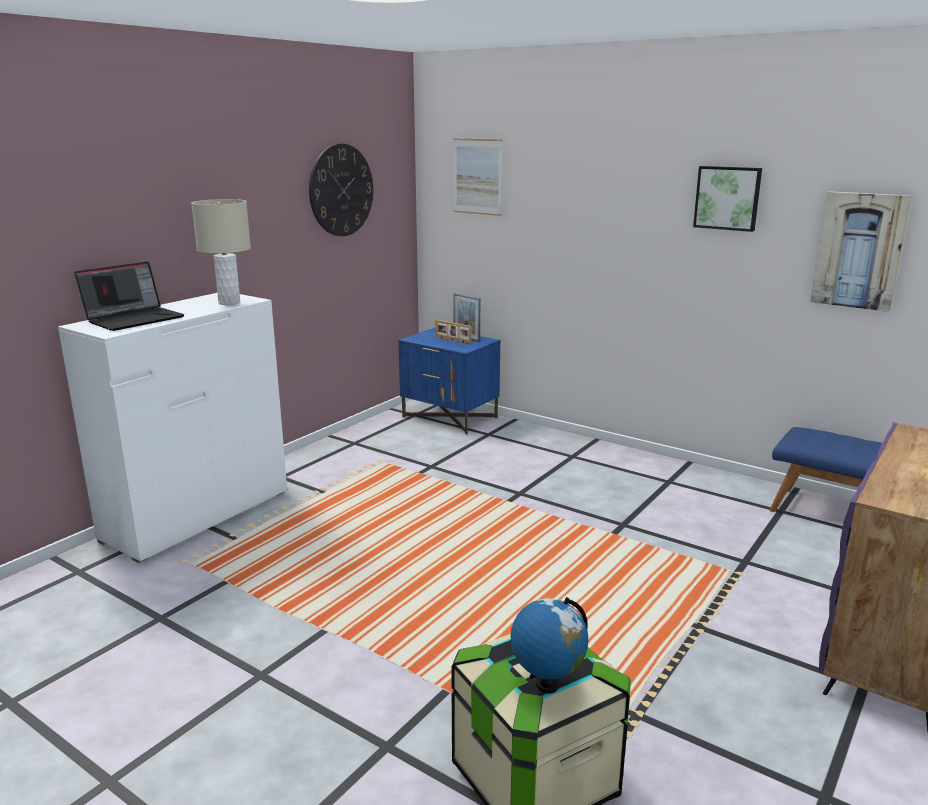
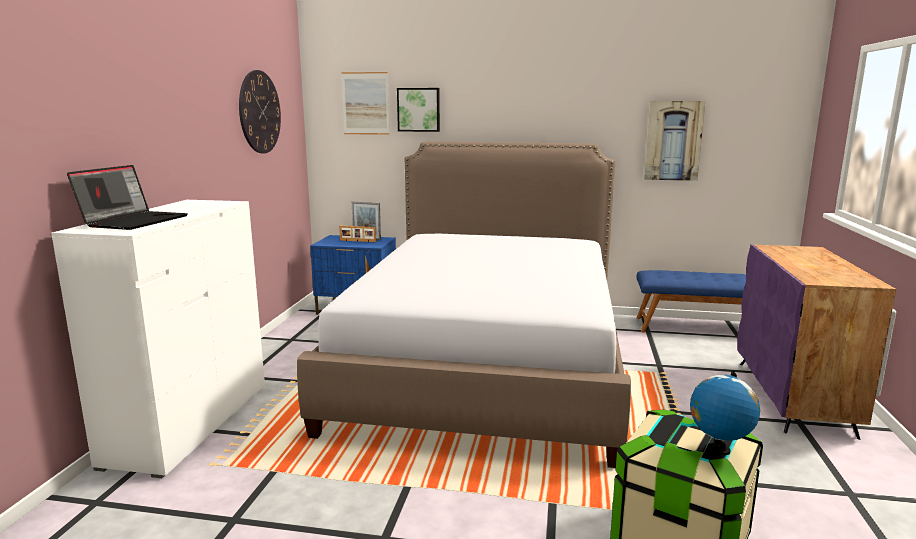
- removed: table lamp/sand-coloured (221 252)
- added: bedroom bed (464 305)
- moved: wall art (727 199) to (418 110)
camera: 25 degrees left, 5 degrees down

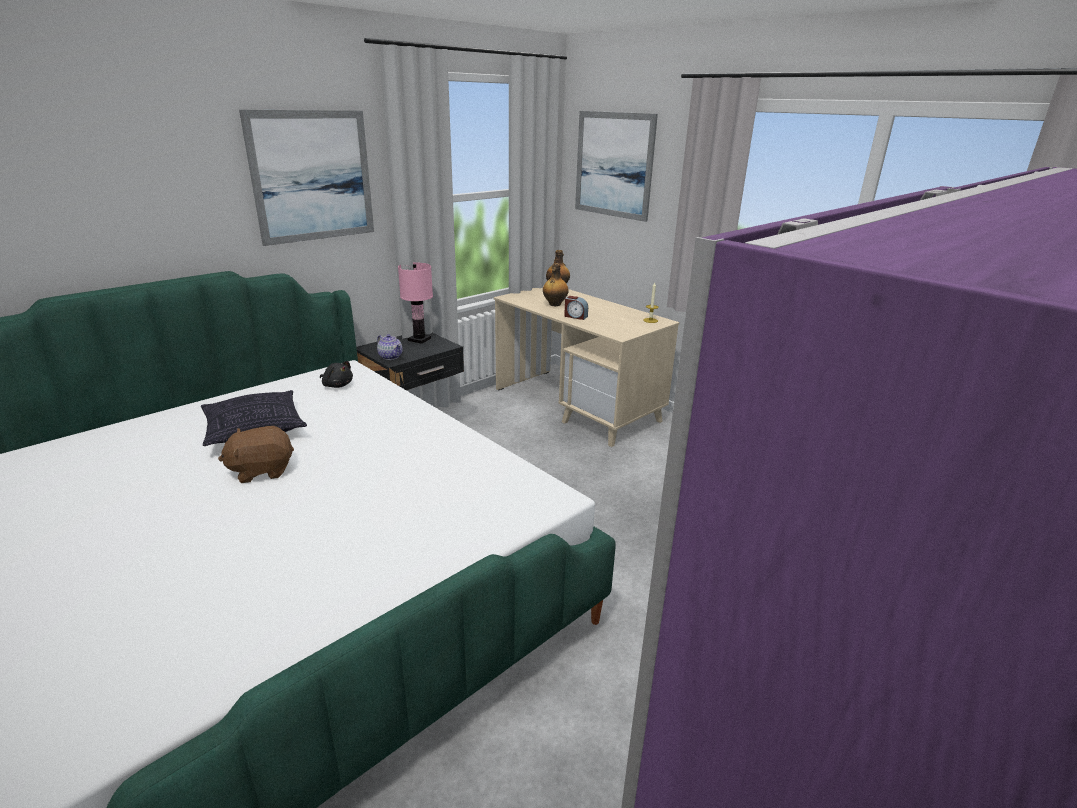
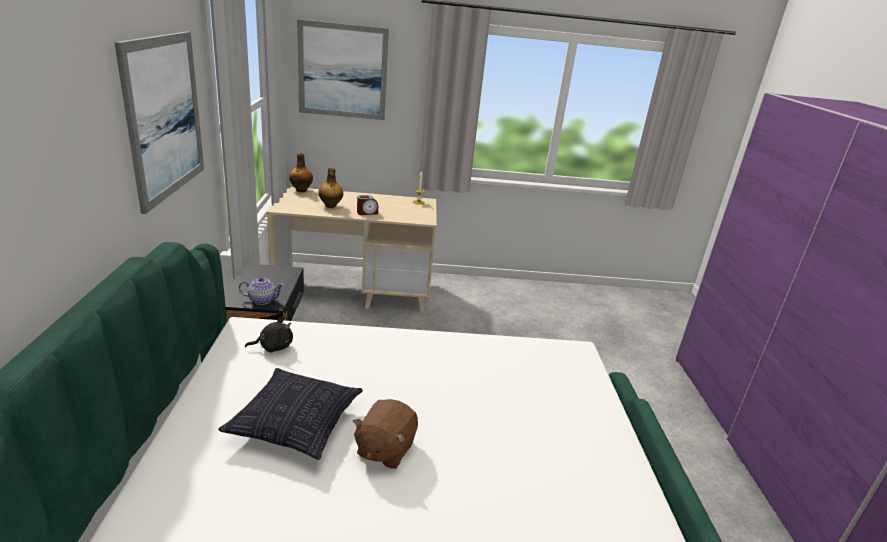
- removed: table lamp/pink (415 303)
camera: 50 degrees left, 0 degrees up

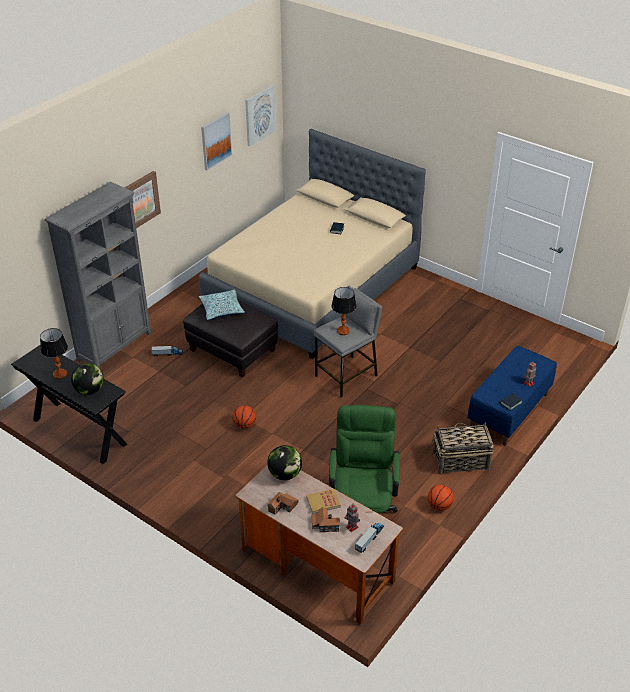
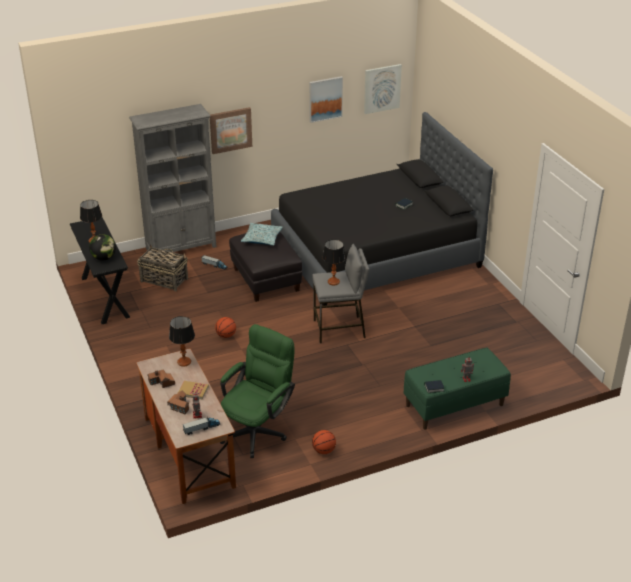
- moved: storage basket (463 448) to (162 267)
- replaced: world globe (284 462) to table lamp (182 341)
- recoloured: bedroom bed/sand-coloured (312 244) to bedroom bed/black-coloured (382 209)
- recoloured: indoor bench/bluish (512 396) to indoor bench/greenish (457 389)
camera: 30 degrees right, 5 degrees down

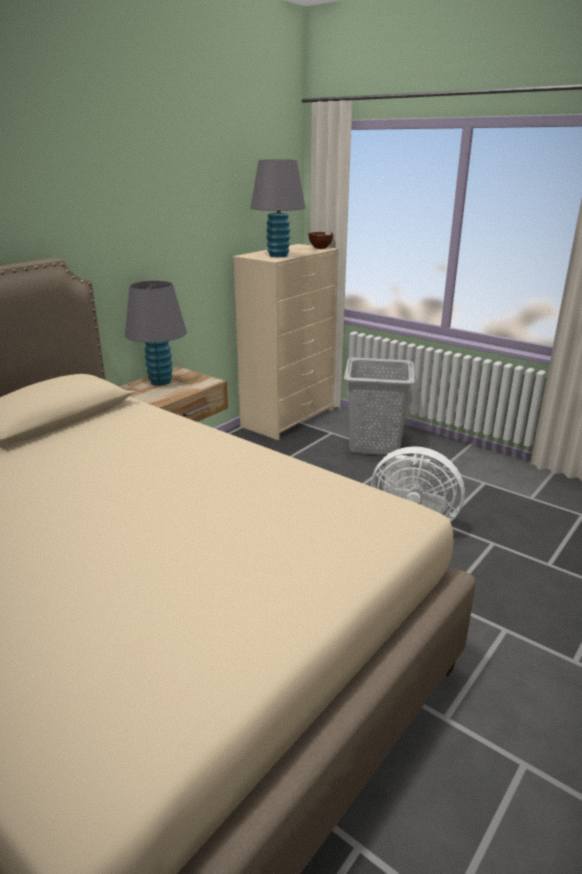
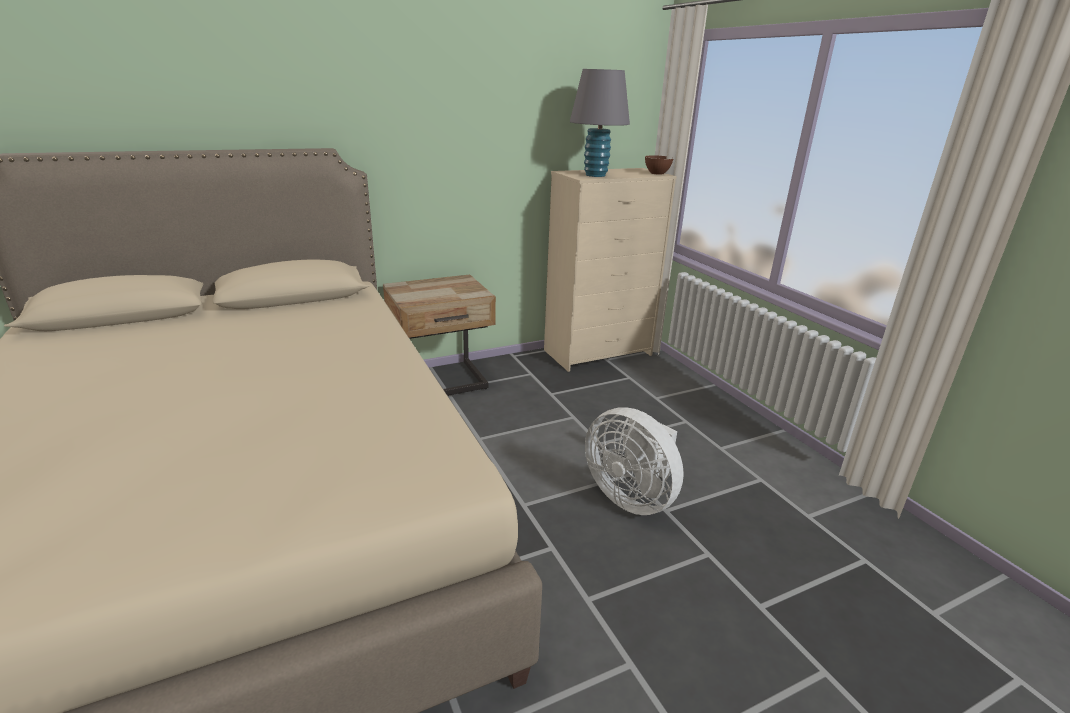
- removed: table lamp/greyish (156 332)
- removed: hamper/greyish (379 406)
camera: 25 degrees right, 0 degrees up

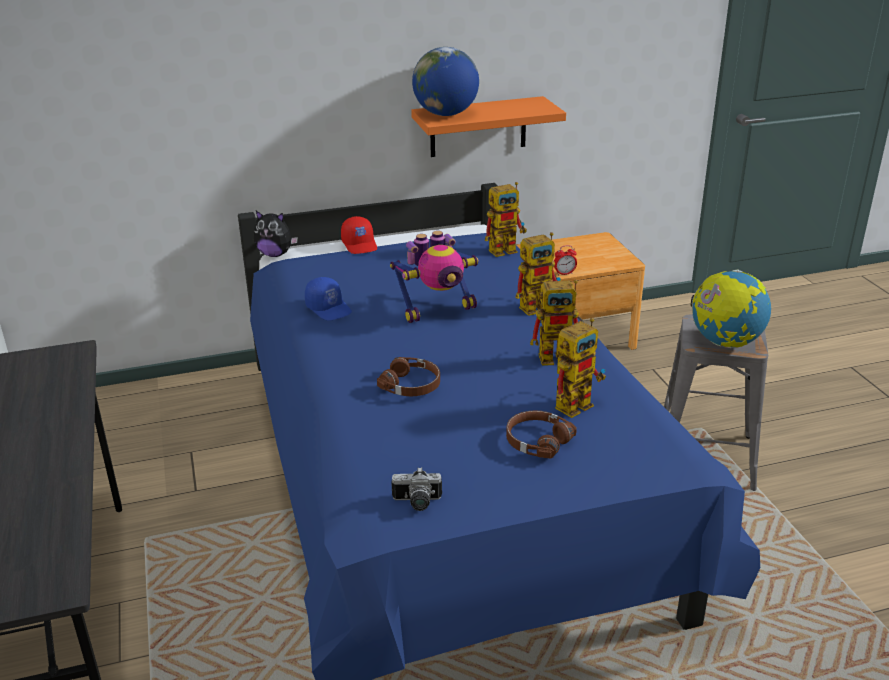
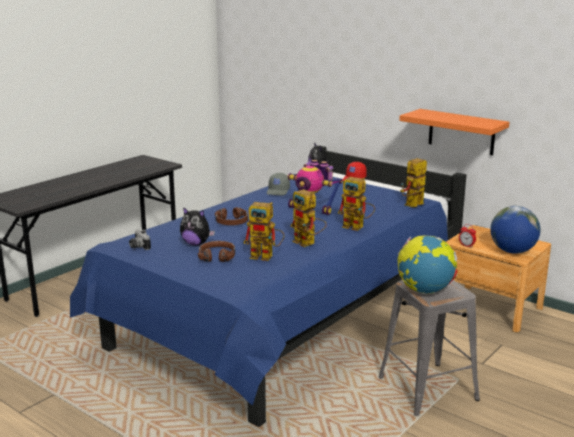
- added: plush toy (197 226)
- moved: world globe (445 81) to (515 230)
- recoloured: baseball cap/bluish (328 299) to baseball cap/greyish (278 184)
- turned: robot figure (506 219) = (413 182) 105 degrees clockwise
camera: 55 degrees right, 10 degrees down

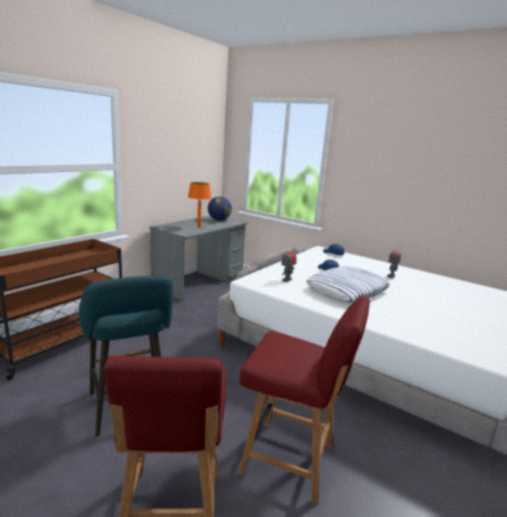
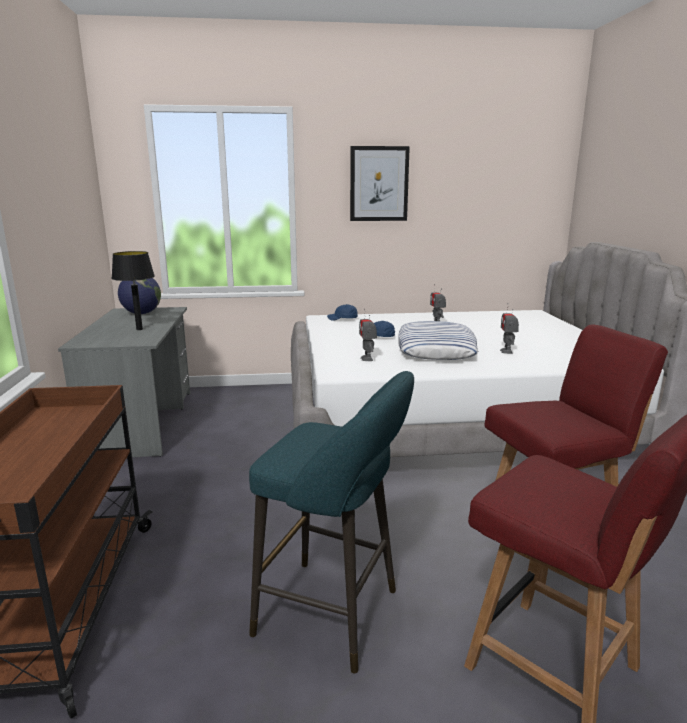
- added: wall art (380 183)
- added: robot figure (509 328)
- recoloured: table lamp/orange (199 205) to table lamp/black-coloured (133 290)
camera: 40 degrees left, 0 degrees up

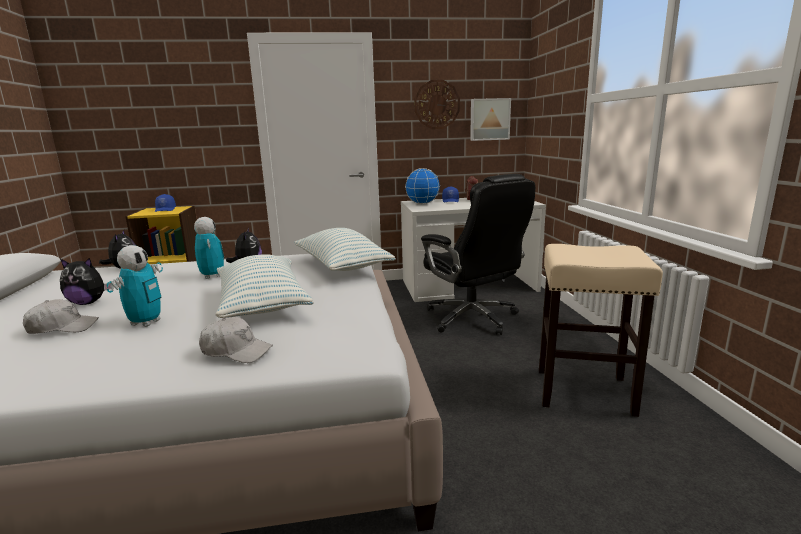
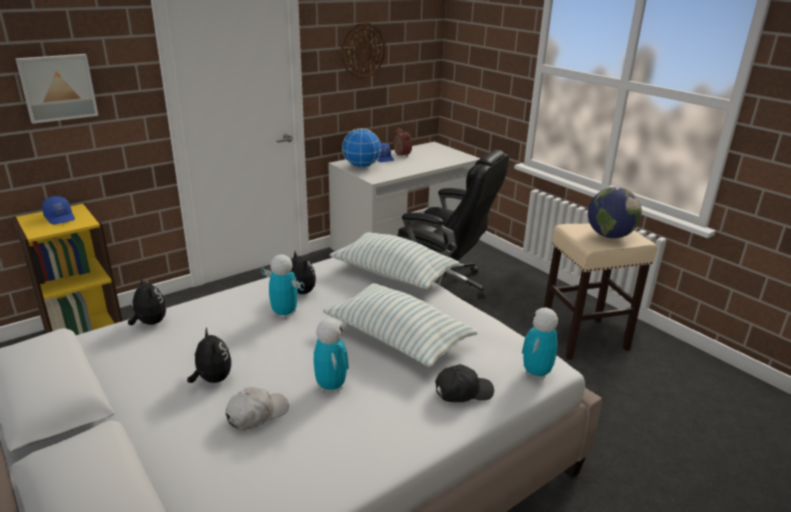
- added: robot figure (540 344)
- added: world globe (615 212)
- moved: wall art (490 119) to (57 89)
- recoloured: baseball cap/white (236 340) to baseball cap/black-coloured (464 383)
- turned: plush toy (86 281) = (209 355) 90 degrees counterclockwise
camera: 30 degrees left, 10 degrees up

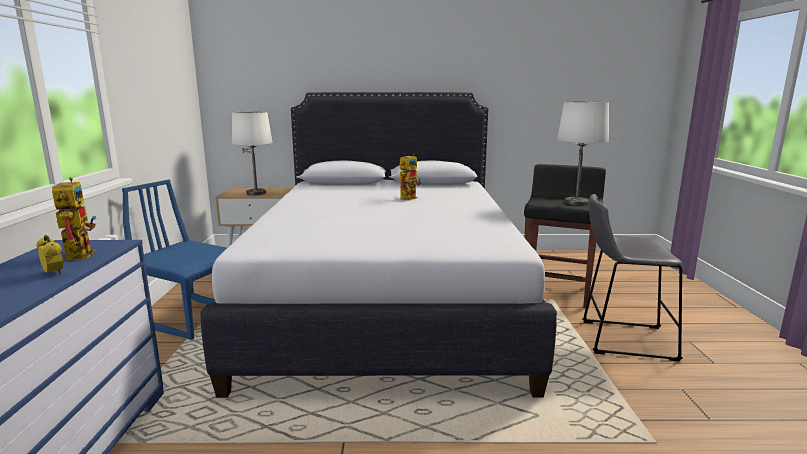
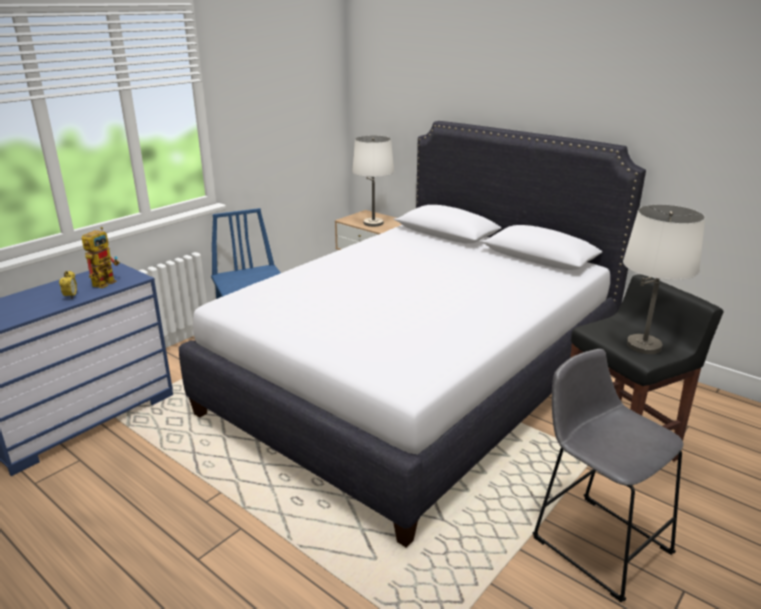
- removed: robot figure (411 177)
camera: 40 degrees right, 10 degrees up

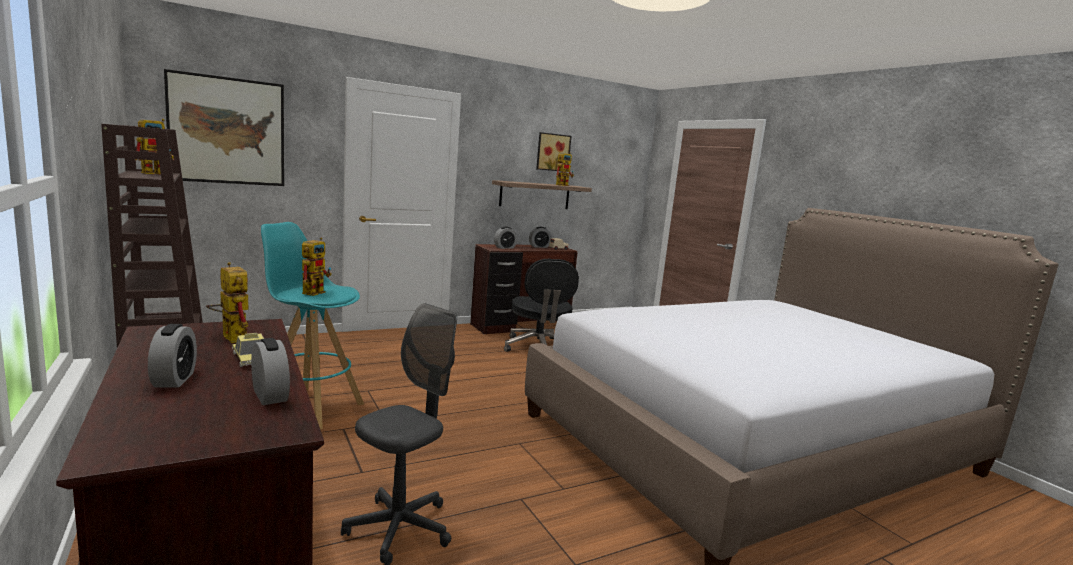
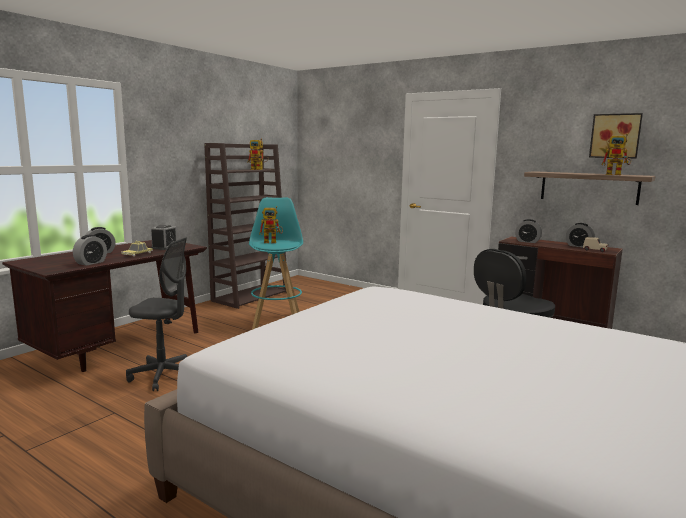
- removed: wall art (224 127)
- replaced: robot figure (227 302) to table clock (164 237)
camera: 65 degrees right, 0 degrees up

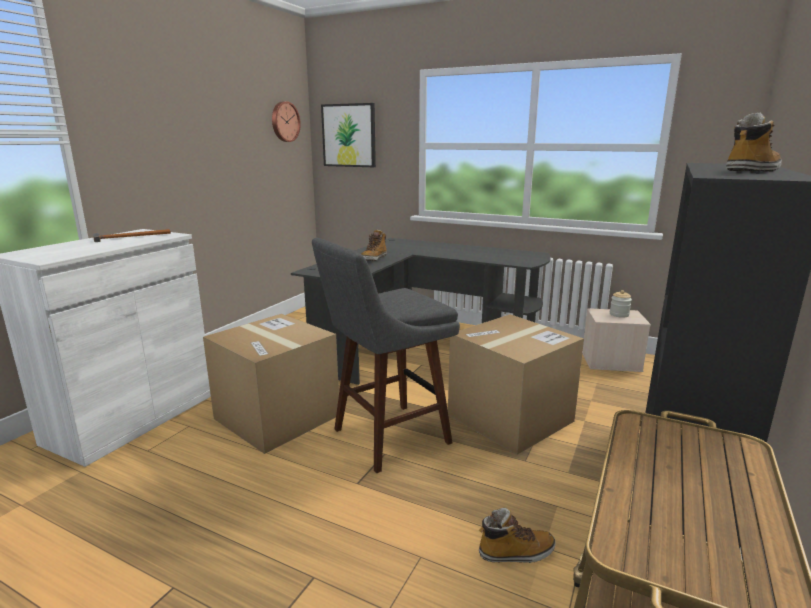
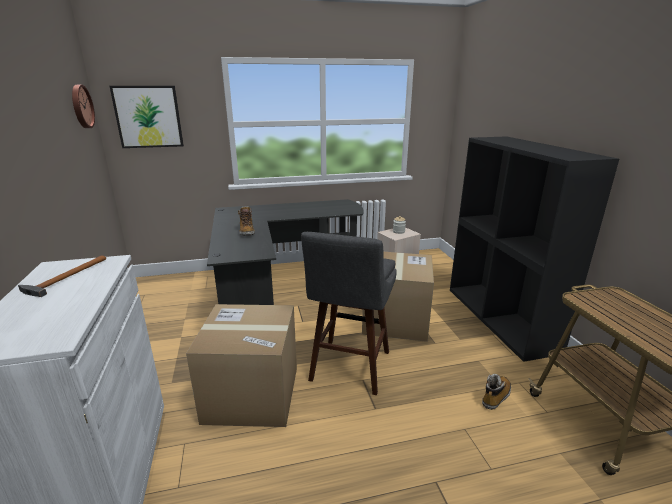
- removed: boot (754 142)
camera: 40 degrees left, 5 degrees up

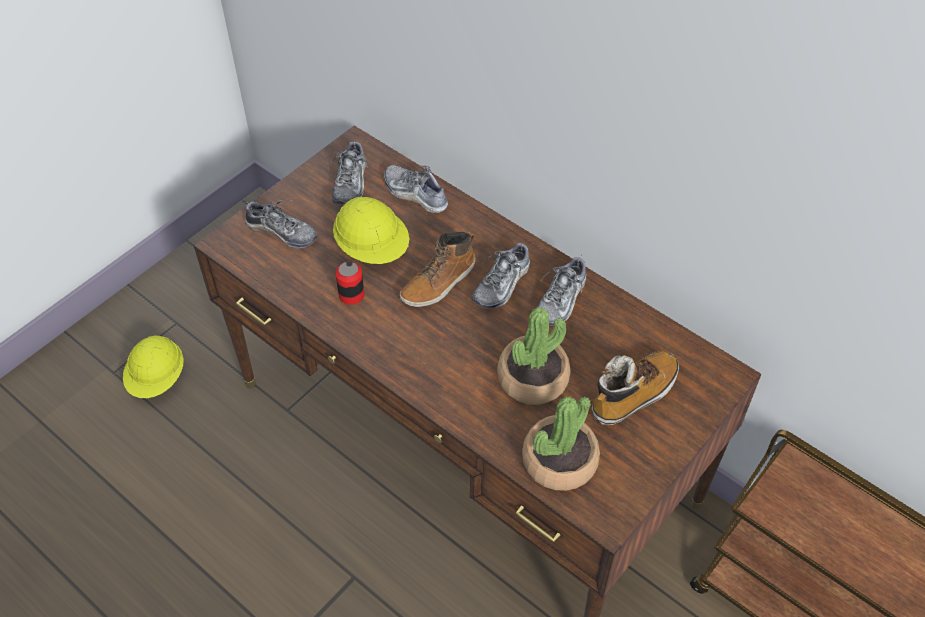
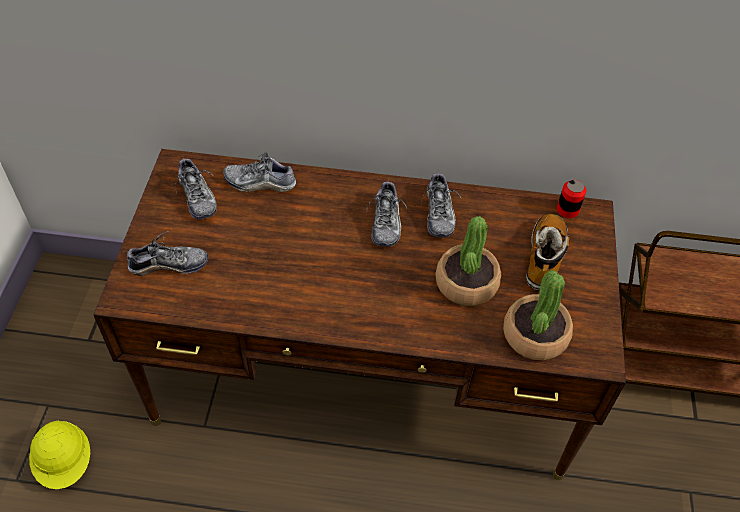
- removed: safety helmet/yellowish (371 230)
- removed: boot (438 269)
- moved: can (349 283) to (571 199)
camera: 35 degrees left, 0 degrees up

